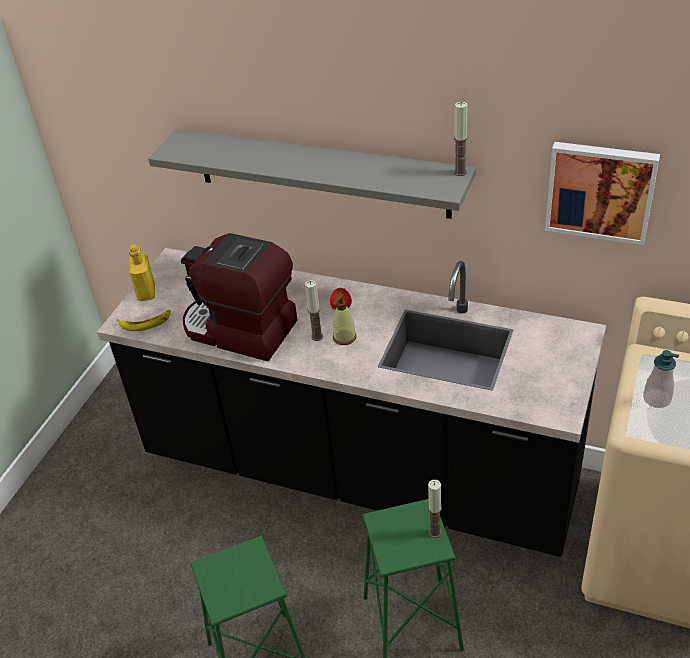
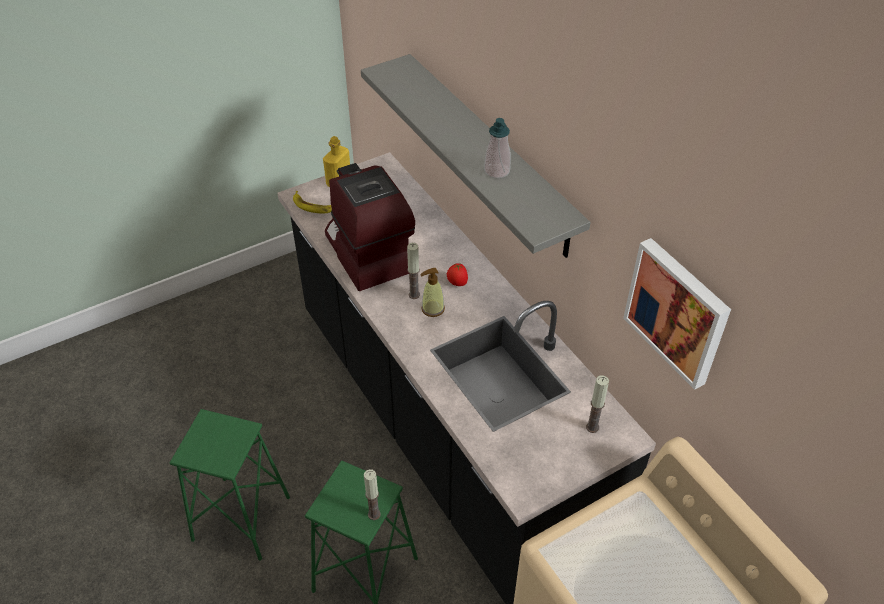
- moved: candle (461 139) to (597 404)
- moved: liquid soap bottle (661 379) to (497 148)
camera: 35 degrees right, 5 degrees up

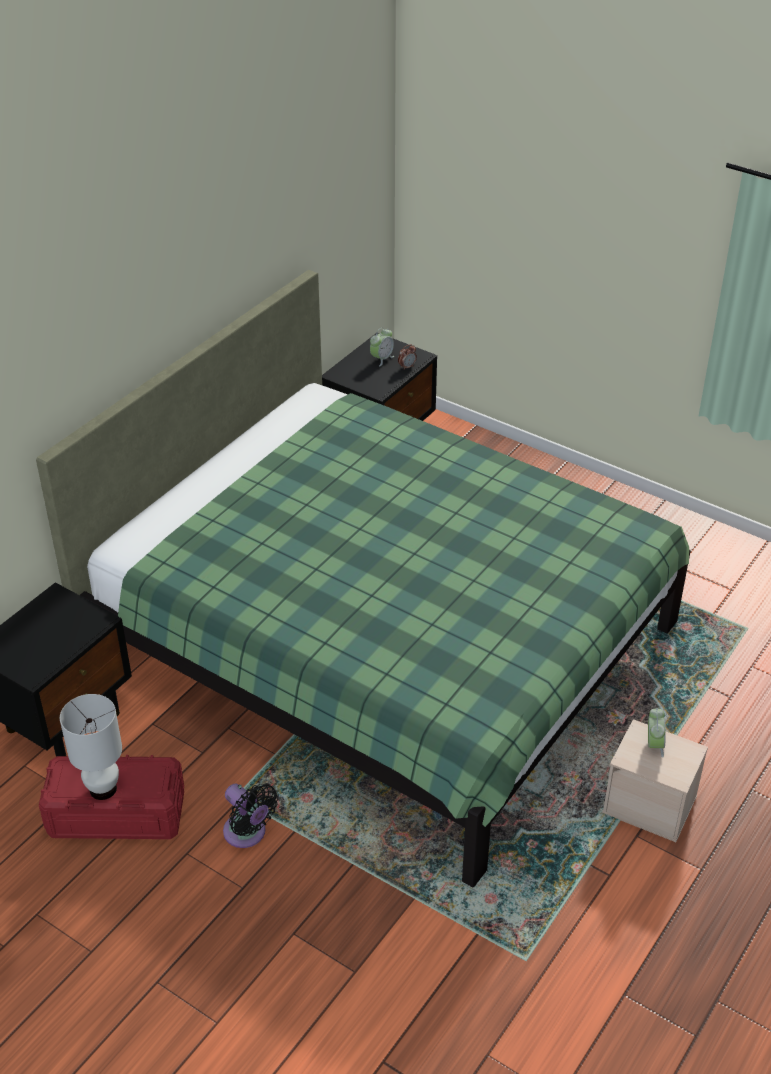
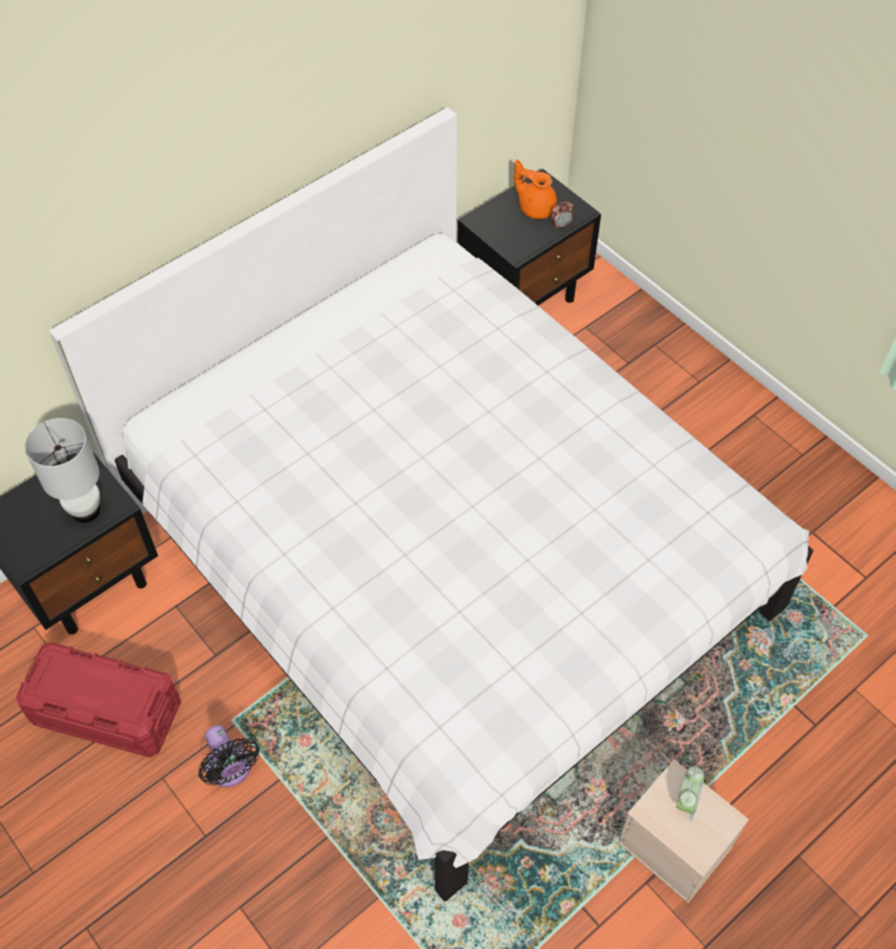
- moved: table lamp/white (91 747) to (62 470)
- replaced: table clock (382 347) to pot for tea/orange (535 189)
- recoloured: bedroom bed/greenish (363 578) to bedroom bed/white (431 504)
camera: 15 degrees right, 15 degrees up

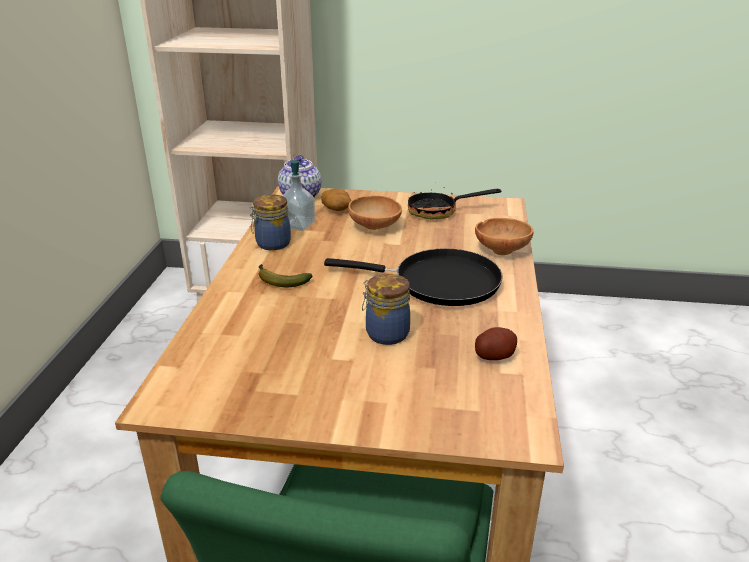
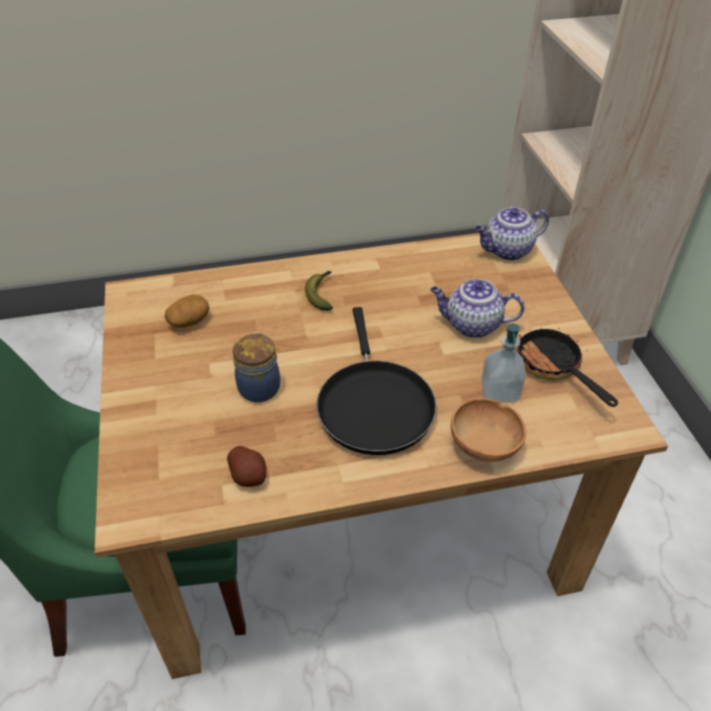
- removed: jar (270 222)
- moved: liquid soap bottle (299 195) to (503 363)
- moved: potato (336 200) to (187 311)
- replaced: serving bowl/brown-coloured (375 212) to pot for tea (477 308)
camera: 70 degrees right, 15 degrees up

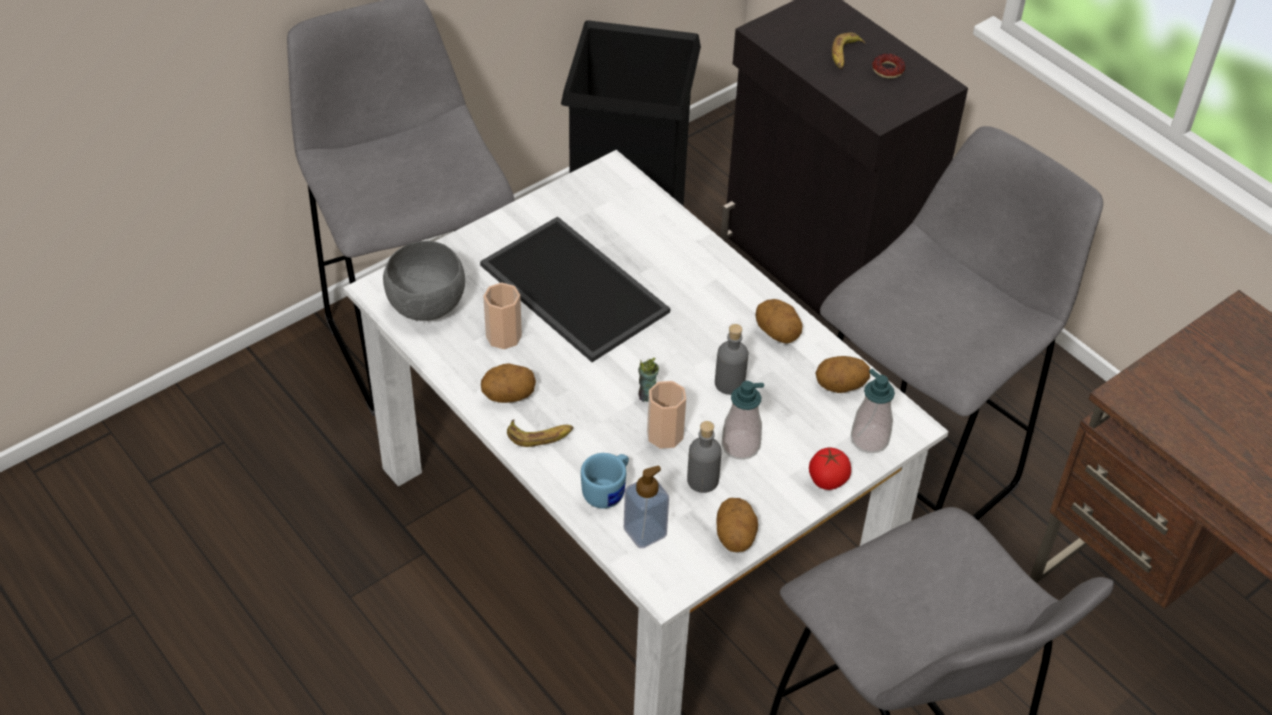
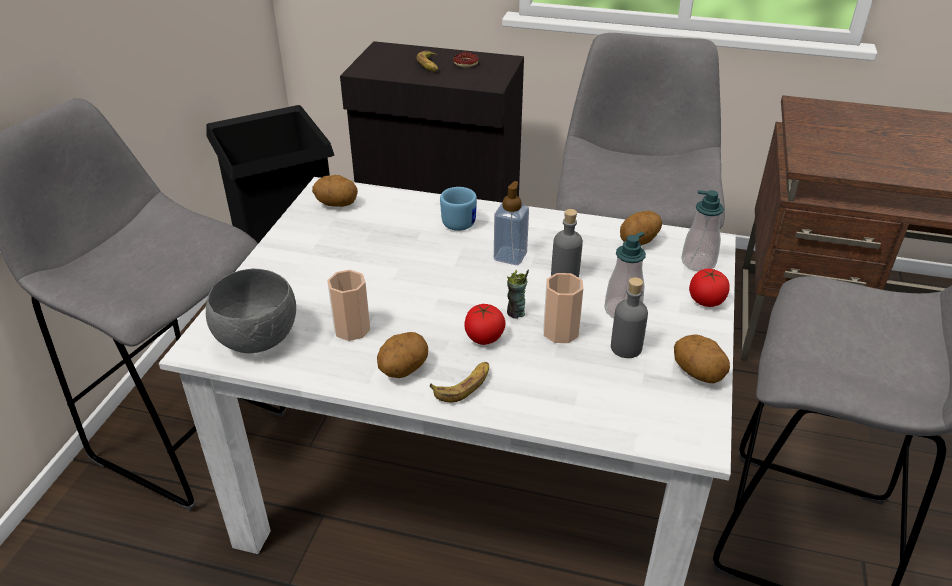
- removed: tray (575 289)
- added: fresh tomato (485 324)
- moved: tea mug/bluish (605 481) to (458 209)
- moved: liquid soap bottle (646 506) to (511 223)
- moved: potato (779 321) to (335 191)
camera: 35 degrees left, 10 degrees down

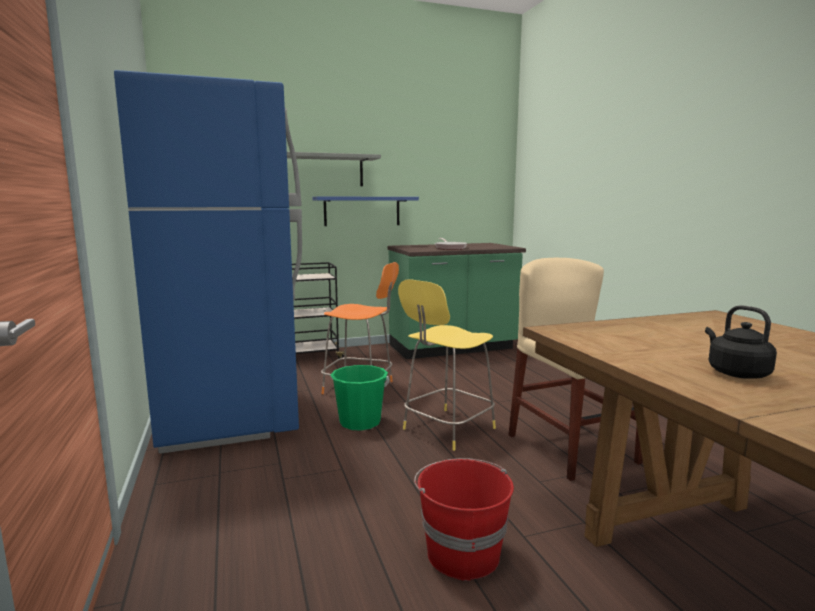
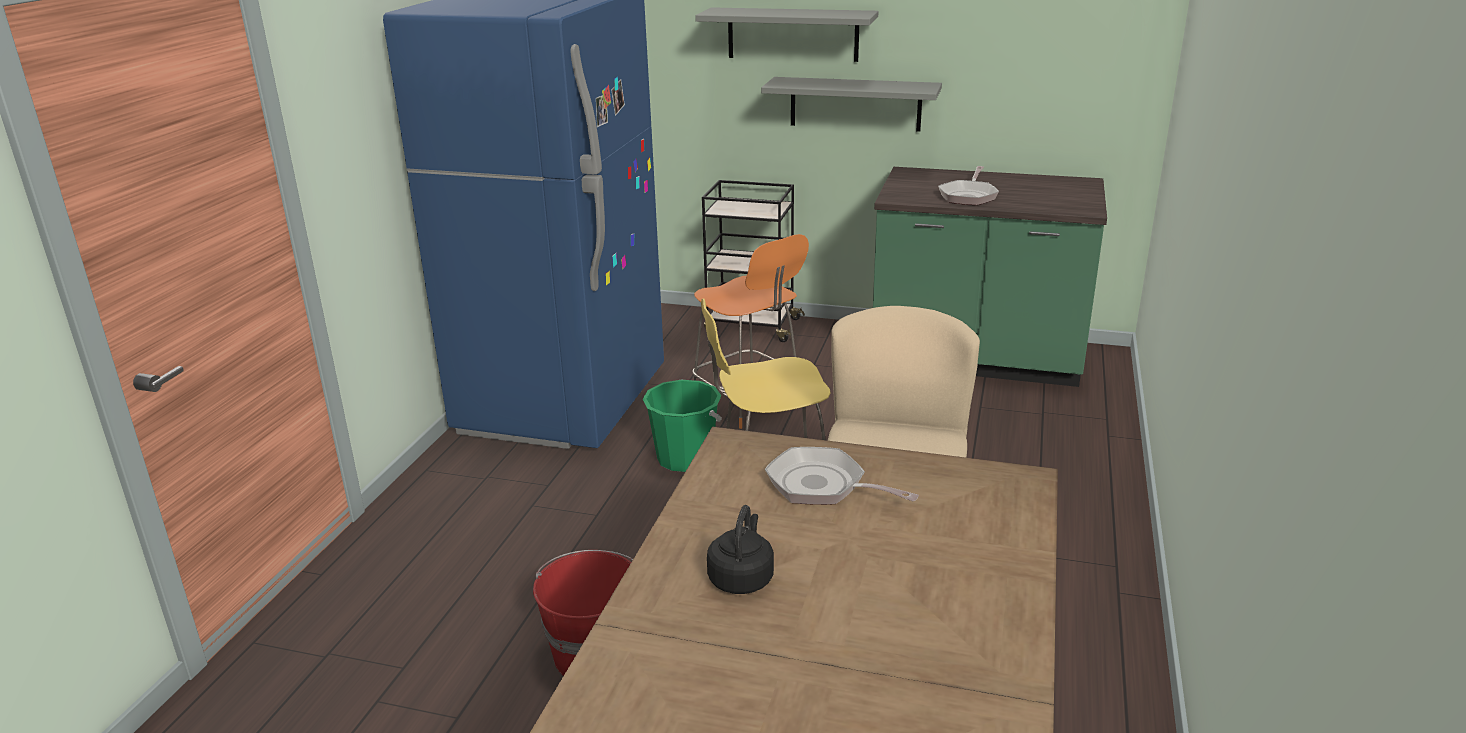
- added: skillet (842 476)
- recoloured: shelf/bluish (365 211) to shelf/greyish (851 104)
camera: 35 degrees right, 15 degrees up

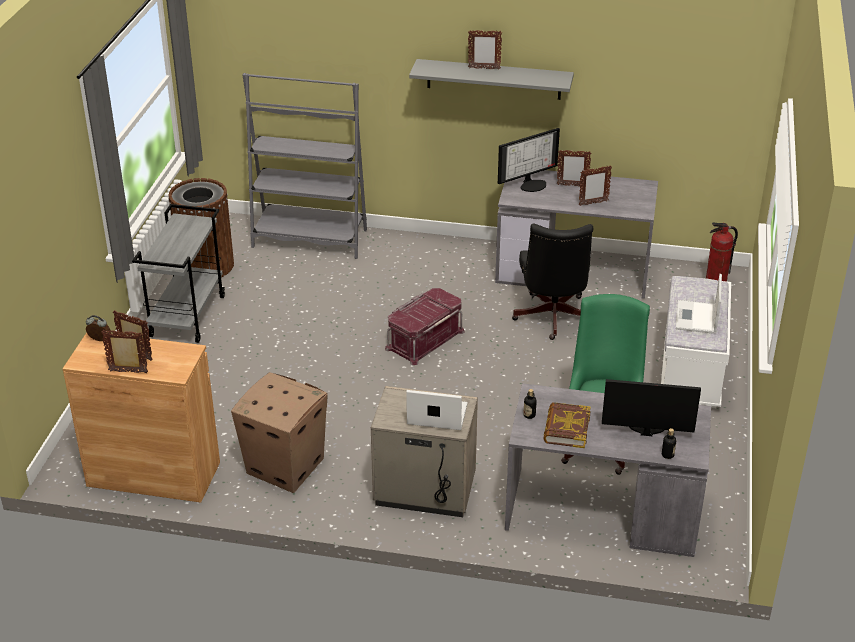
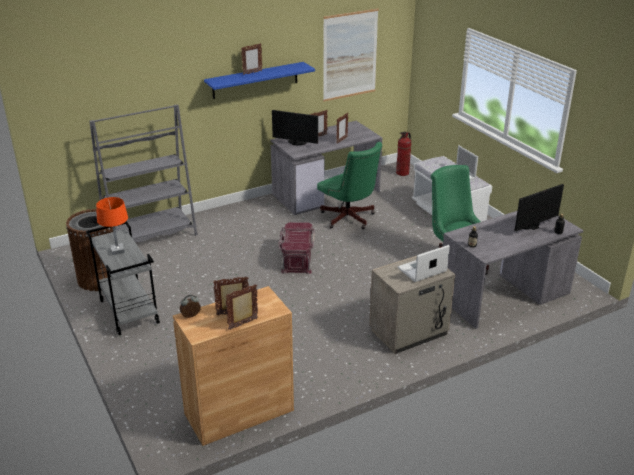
- removed: cardboard box (279 432)
- removed: book (566 425)
- added: table lamp/orange (112 226)
- added: wall art (351 55)
- recoloured: shelf/greyish (491 79) to shelf/bluish (259 80)
- recoloured: office chair/black-coloured (552 282) to office chair/greenish (349 185)
- turned: computer screen (529 160) = (295 128) 90 degrees counterclockwise
camera: 40 degrees left, 5 degrees down

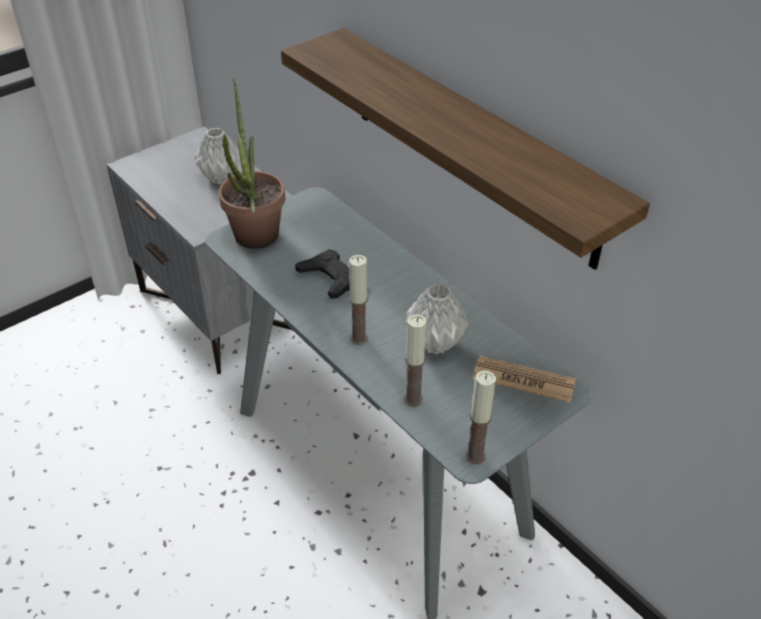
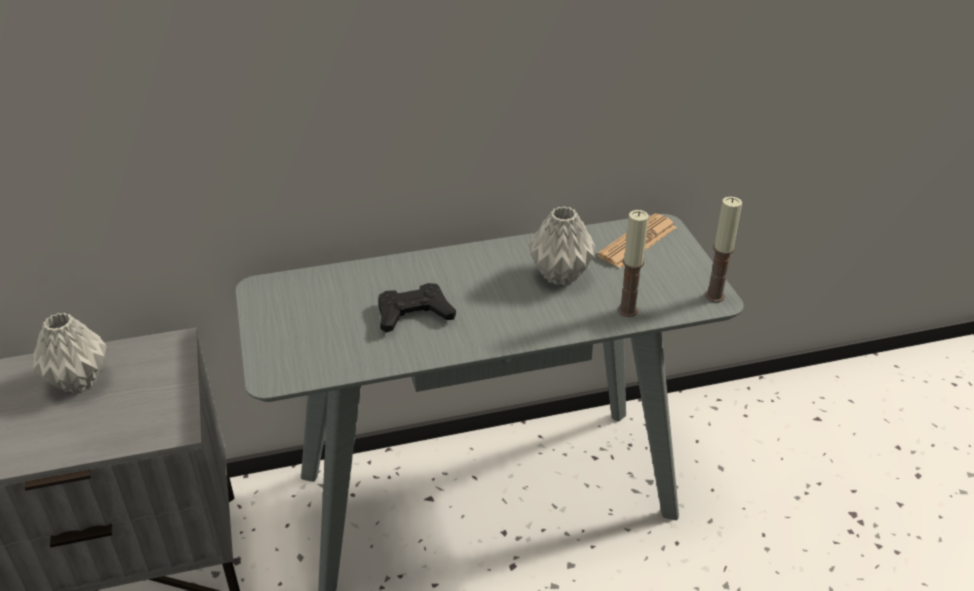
- removed: houseplant (251 163)
- removed: shelf (465 149)
- removed: candle (358 300)
camera: 65 degrees left, 5 degrees down

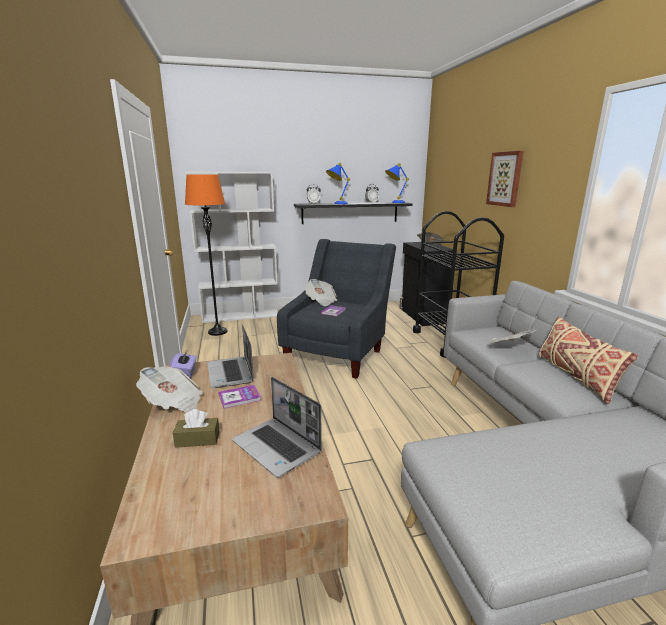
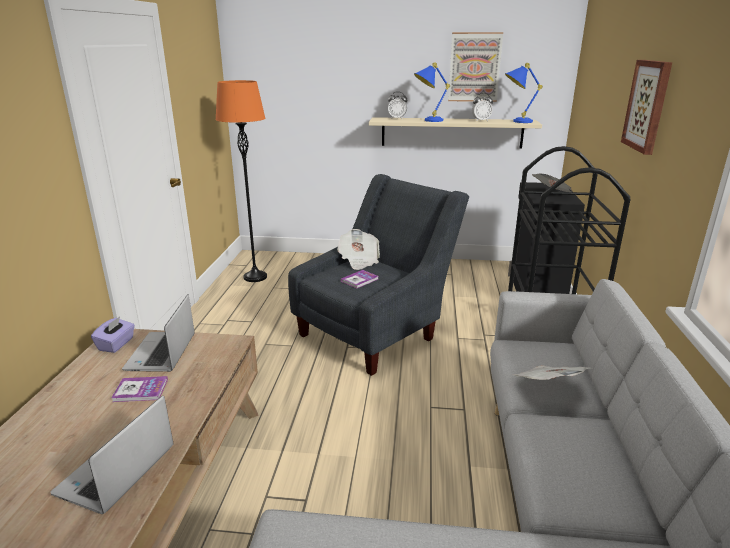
- removed: printed paper (169 389)
- removed: tissue box/brown-coloured (196 428)
- removed: shelving unit/white (231 247)
- removed: cushion/sand-coloured (588 360)
- added: wall art (475 67)
- recoloured: shelf/black-coloured (353 213) to shelf/sand-coloured (455 133)
- turned: laptop (277 427) = (111 455) 45 degrees clockwise
camera: 20 degrees right, 5 degrees up

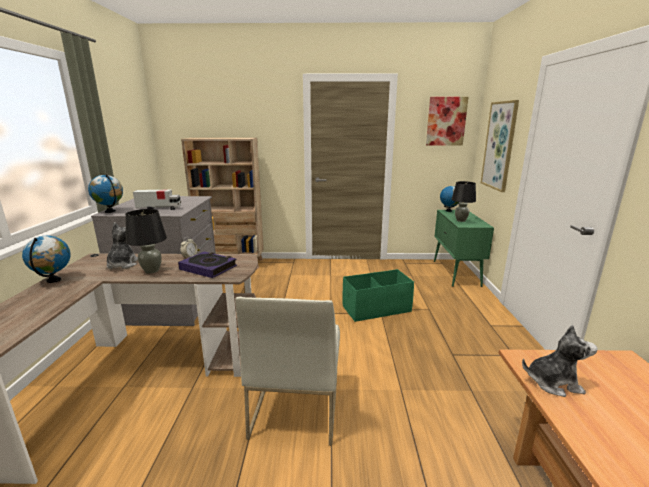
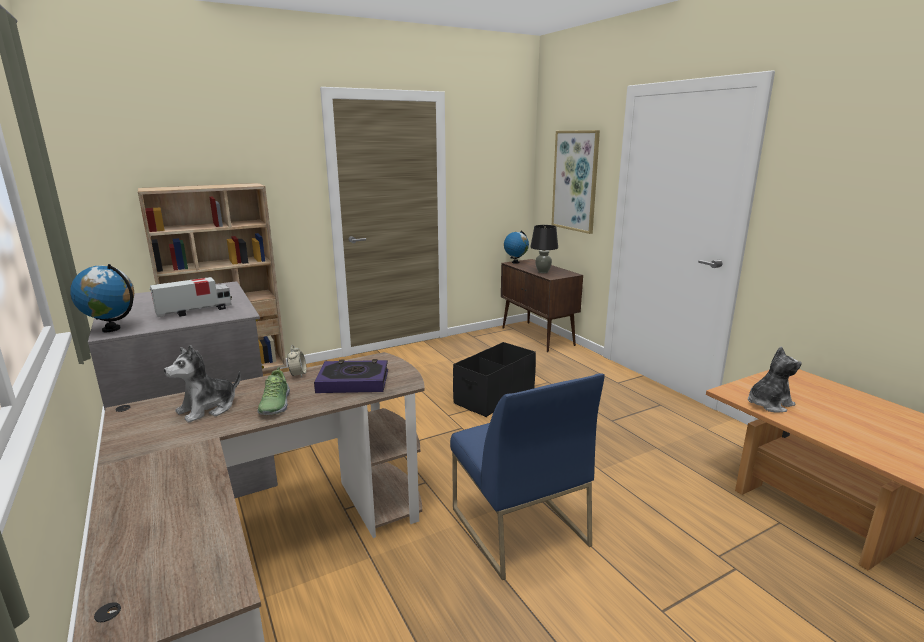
- removed: world globe (46 259)
- removed: wall art (447 121)
- replaced: table lamp/black-coloured (146 241) to low shoe (273 391)
- recoloured: chair/white (288 371) to chair/bluish (527 476)
- recoloured: storage container/greenish (378 295) to storage container/black-coloured (494 379)
- recoloured: cupboard/greenish (464 248) to cupboard/brown-coloured (542 305)
- turned: plush toy (122 245) = (202 384) 105 degrees counterclockwise
camera: 30 degrees left, 0 degrees up

